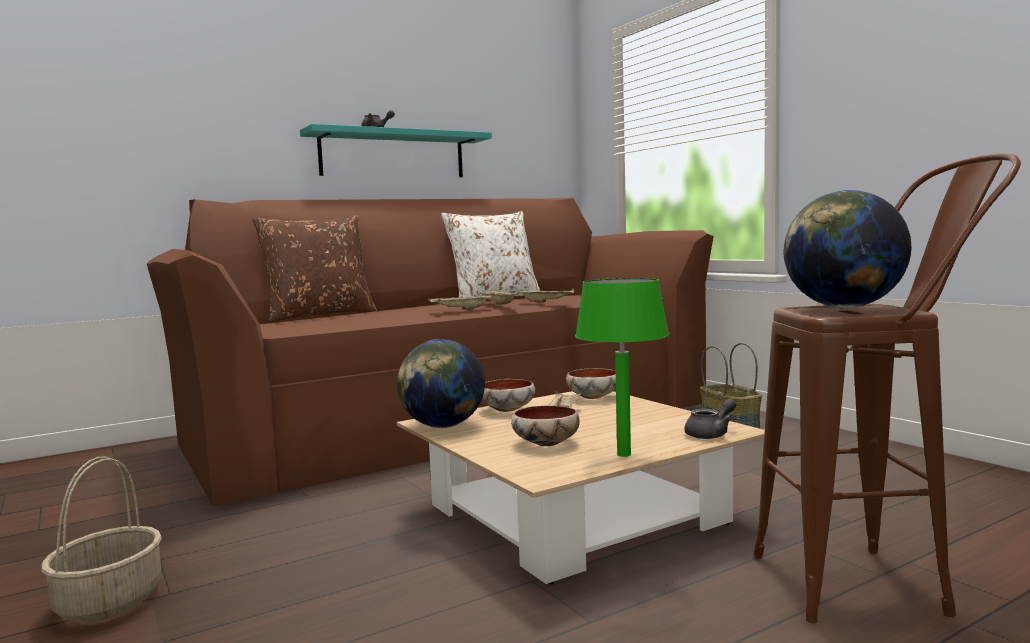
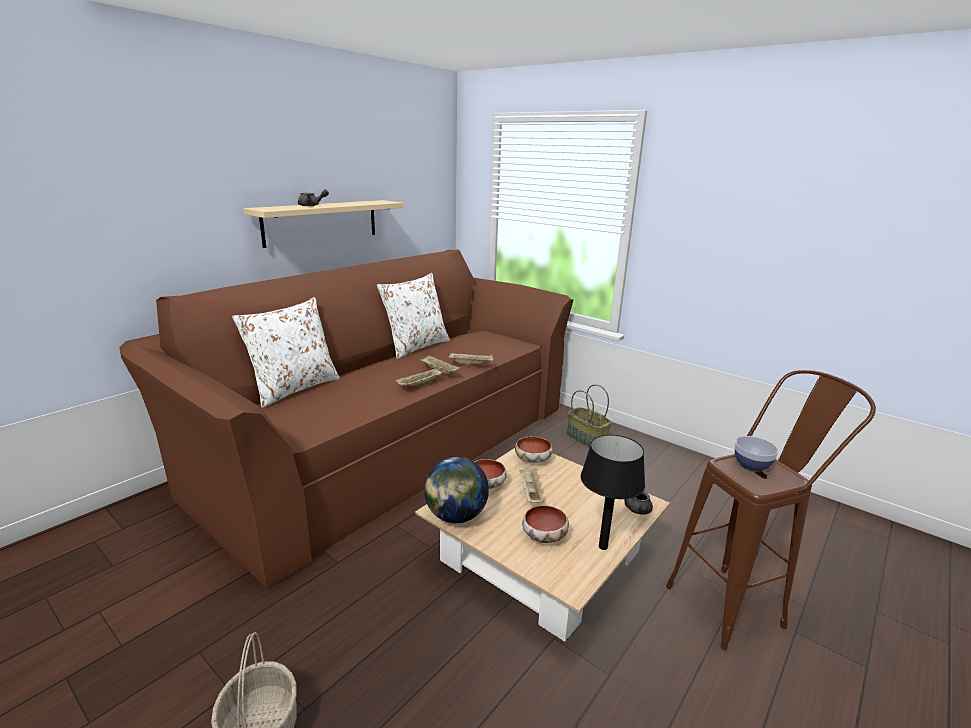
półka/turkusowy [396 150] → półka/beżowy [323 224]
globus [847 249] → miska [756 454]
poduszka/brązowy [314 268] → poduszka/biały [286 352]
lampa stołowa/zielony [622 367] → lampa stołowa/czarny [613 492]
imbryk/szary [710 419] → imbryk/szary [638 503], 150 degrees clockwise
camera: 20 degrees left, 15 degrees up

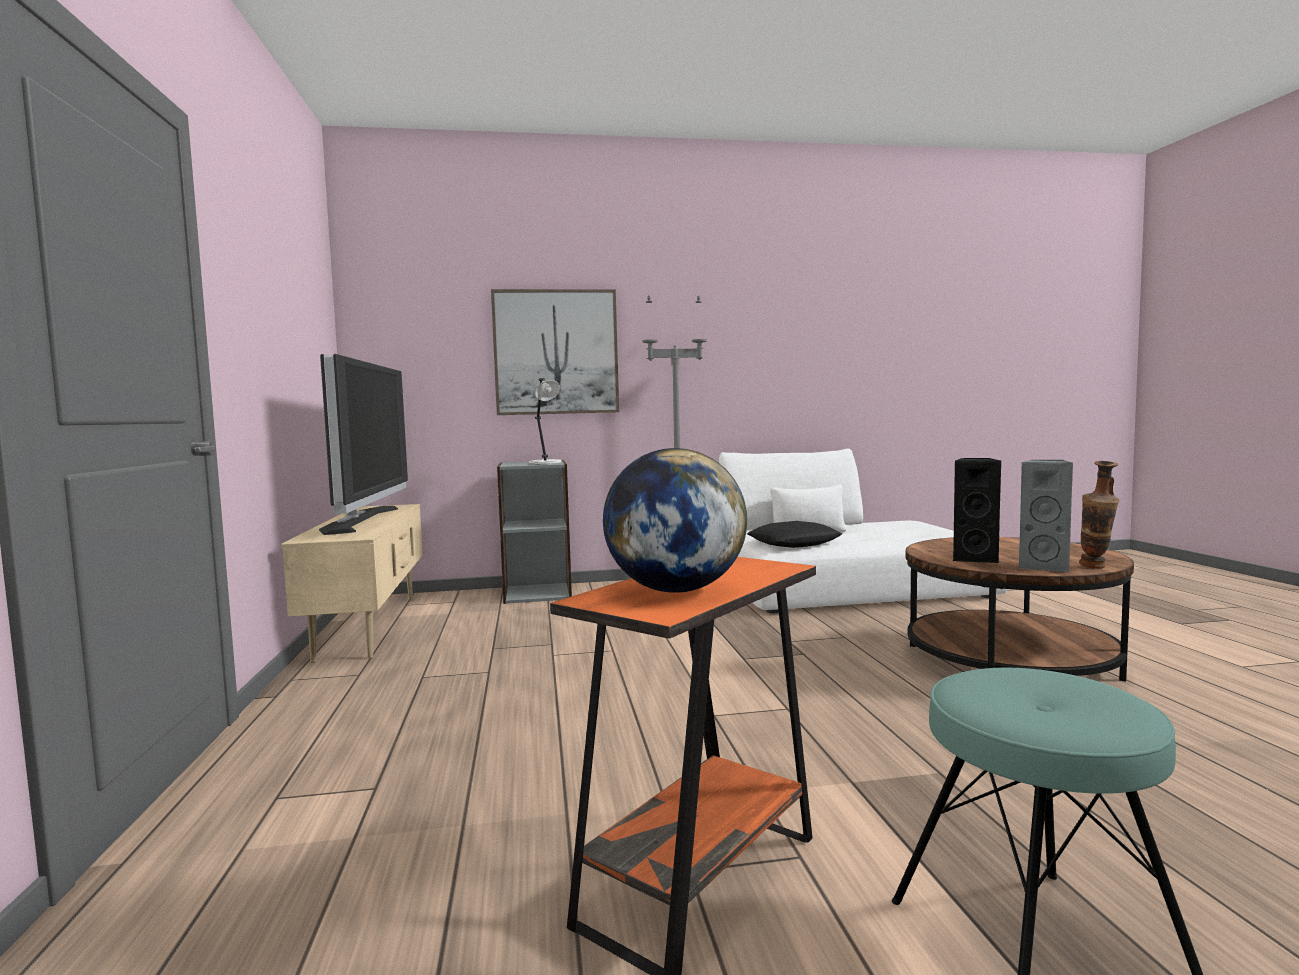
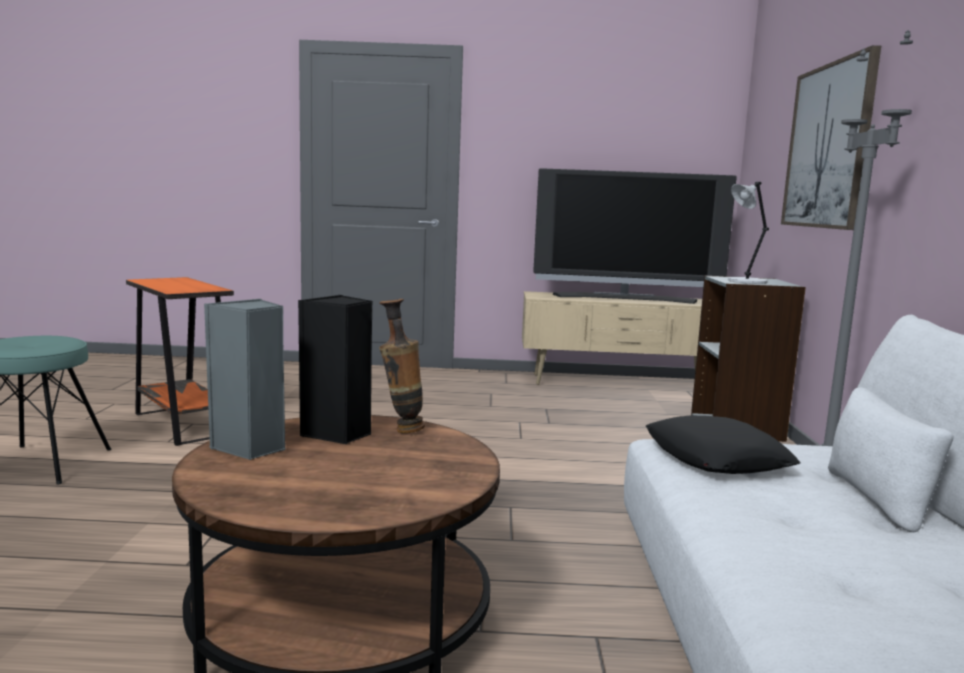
globus [675 520] → -
wazon [1099 515] → wazon [402 366], moved
camera: 100 degrees right, 5 degrees up

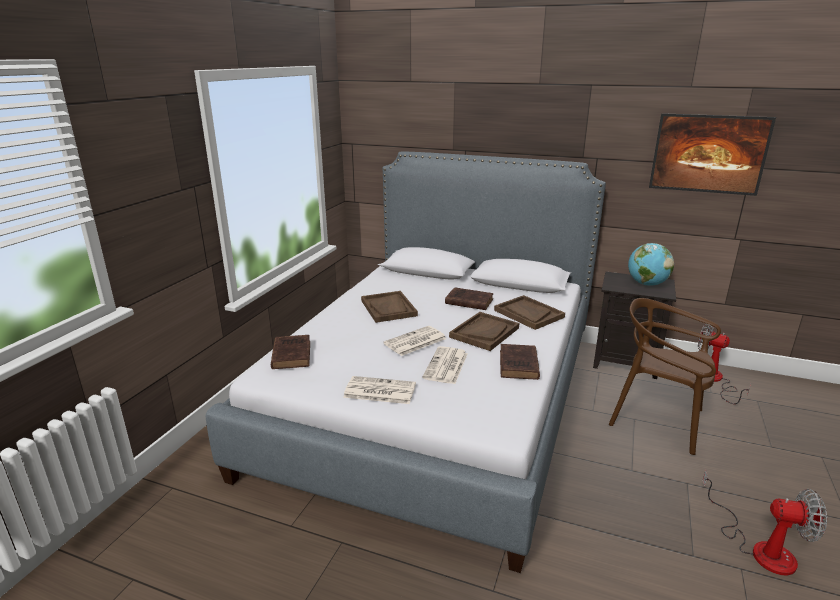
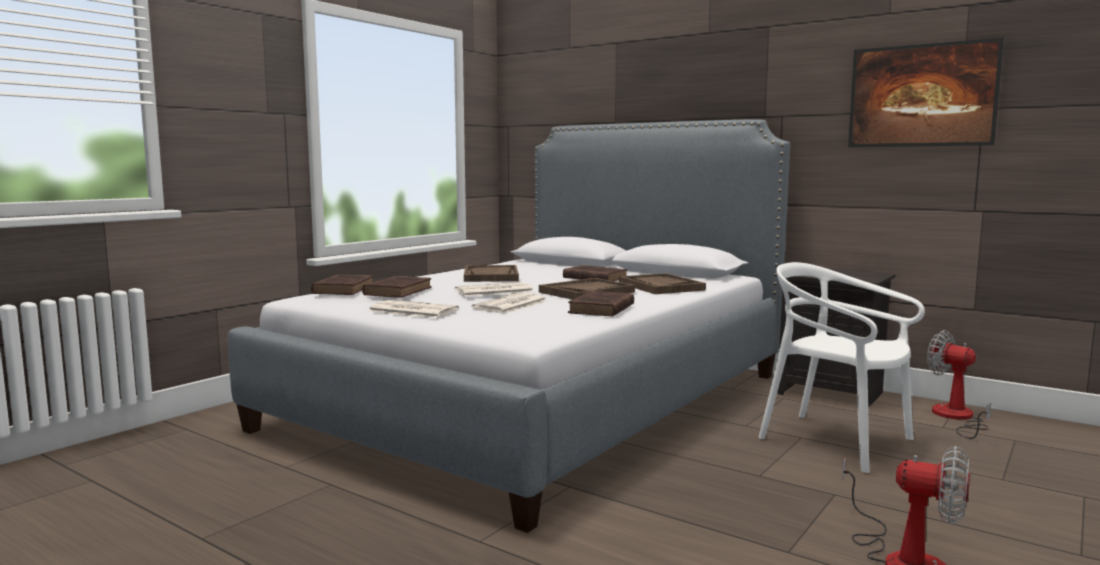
globus [651 264] → -
krzesło/brązowy [665 376] → krzesło/biały [842 367]
- → książka/brązowy [397 287]
camera: 15 degrees right, 15 degrees down

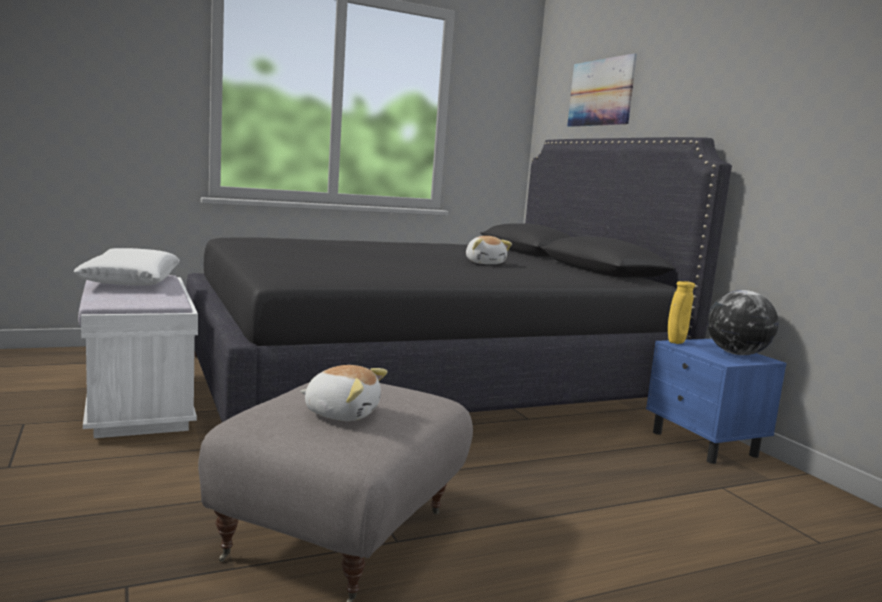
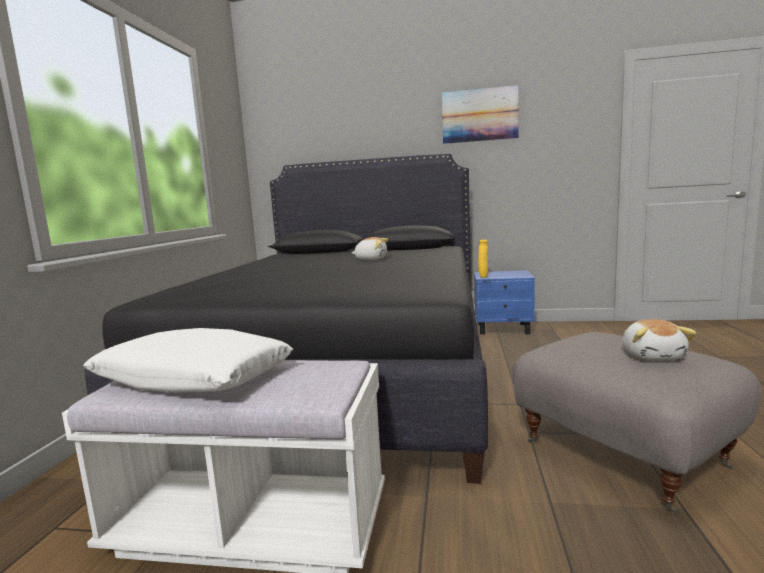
obraz [602 90] → obraz [480 114], moved
globus [743 322] → -
pluszak [344 393] → pluszak [659 340], 135 degrees clockwise
camera: 55 degrees left, 0 degrees up

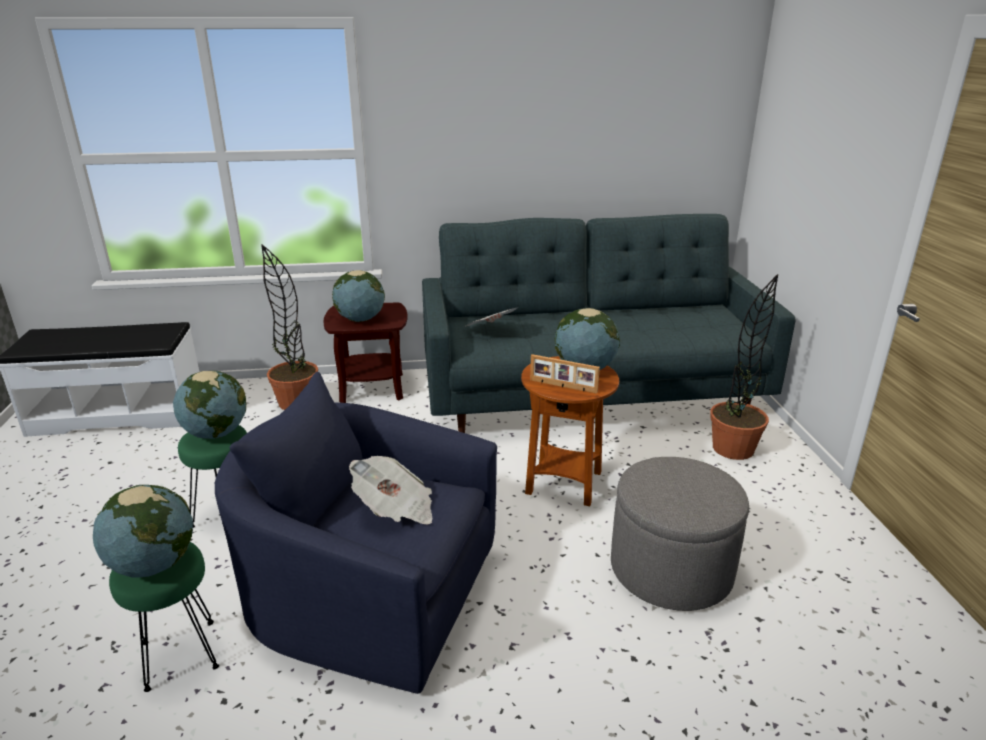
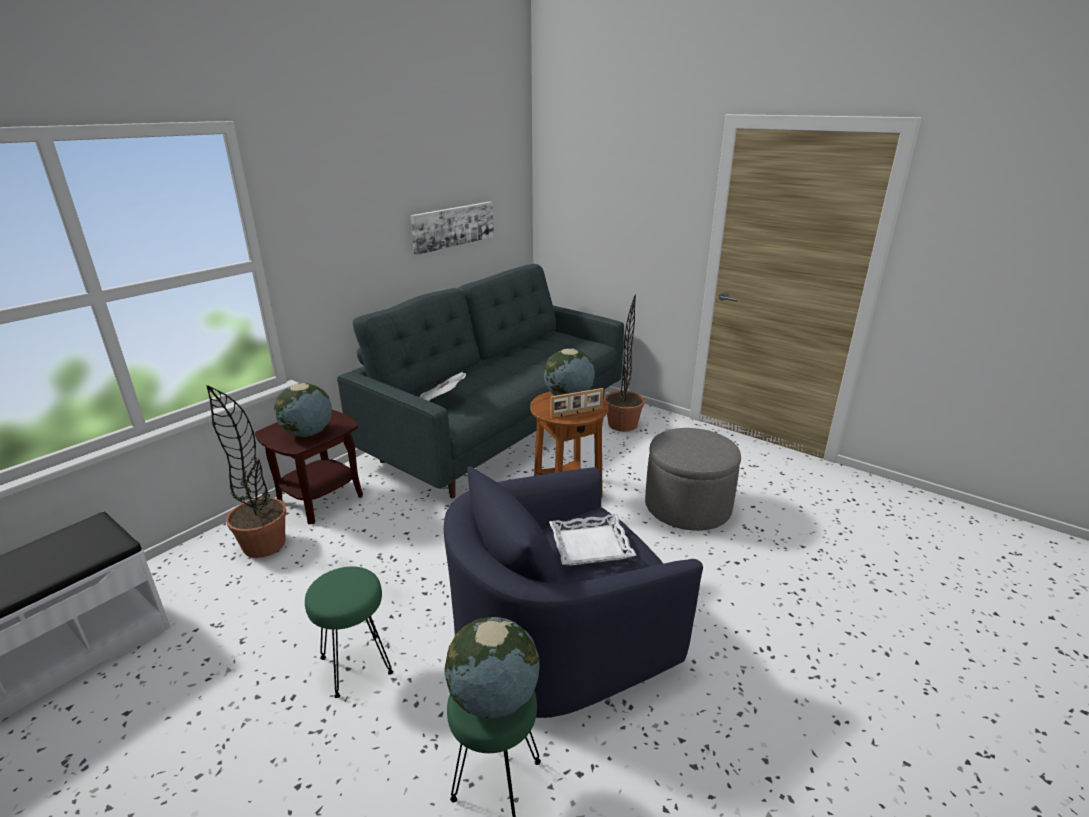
globus [210 405] → -
gazeta [390 490] → taca/biały [593 540]
- → obraz [452 228]
camera: 45 degrees left, 0 degrees up

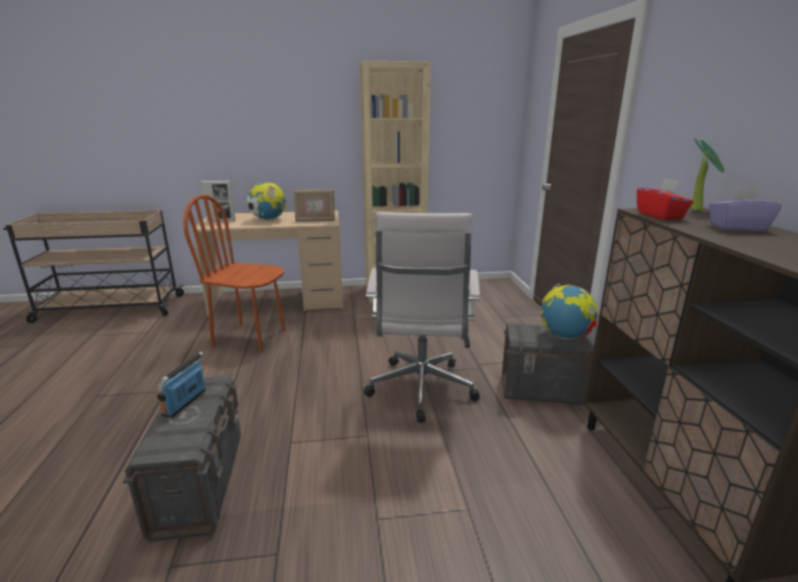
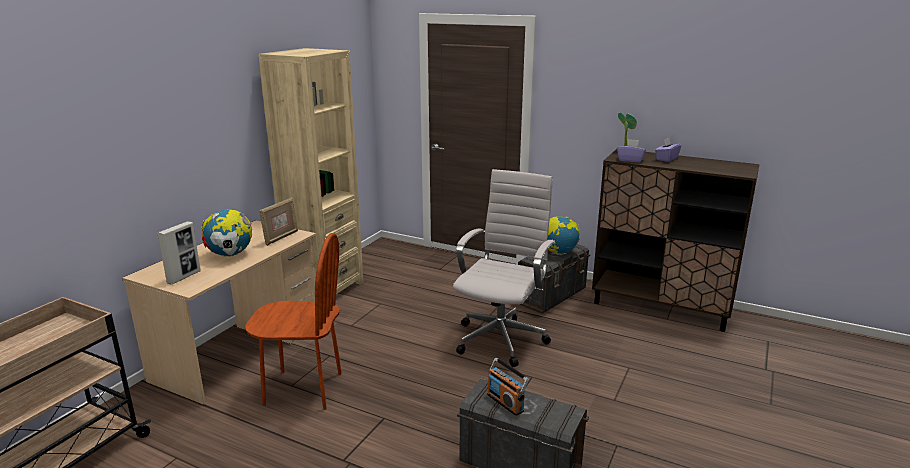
pudełko chusteczek/czerwony [665 199] → pudełko chusteczek/fioletowy [631 151]
krzesło/brązowy [234 273] → krzesło/brązowy [293 321], 135 degrees counterclockwise
krzesło biurowe/biały [422 317] → krzesło biurowe/biały [504 268], 105 degrees counterclockwise
camera: 55 degrees left, 0 degrees up

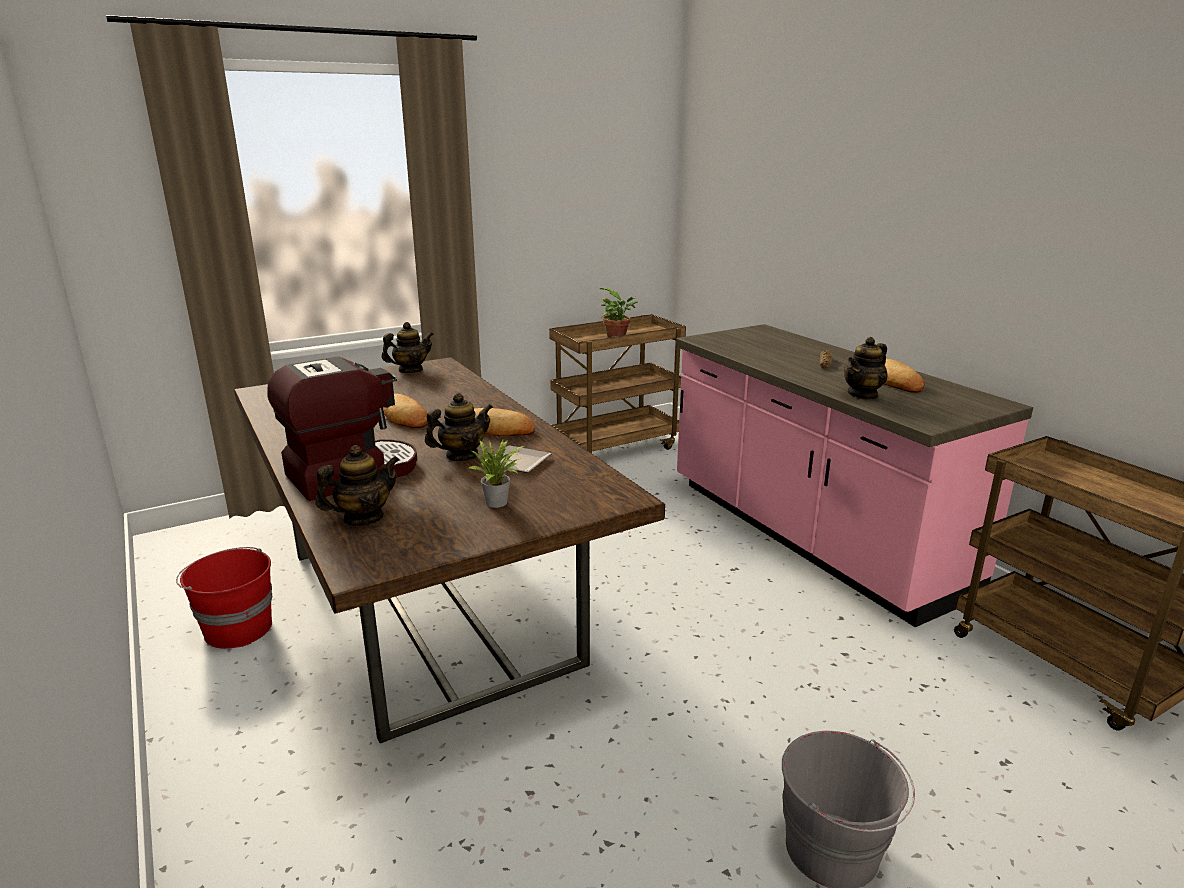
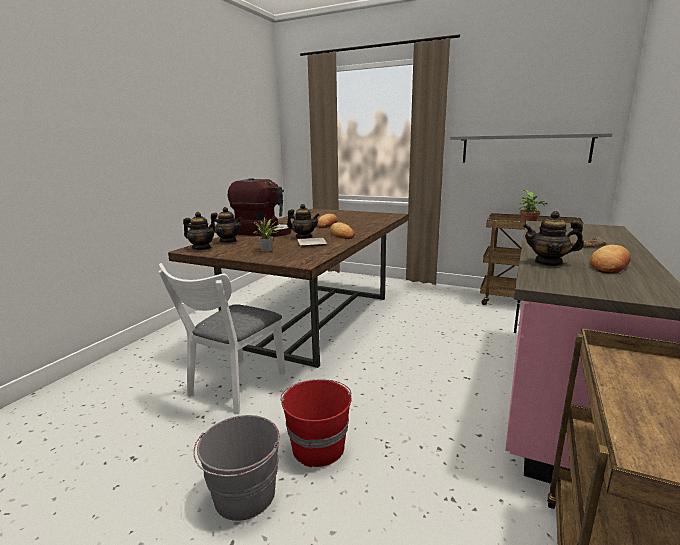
imbryk [408 347] → imbryk [199 231], moved
wiadro/czerwony [224 598] → wiadro/czerwony [316 423], moved
- → półka/szary [531 148]
- → krzesło/biały [222 338]
camera: 55 degrees right, 5 degrees down

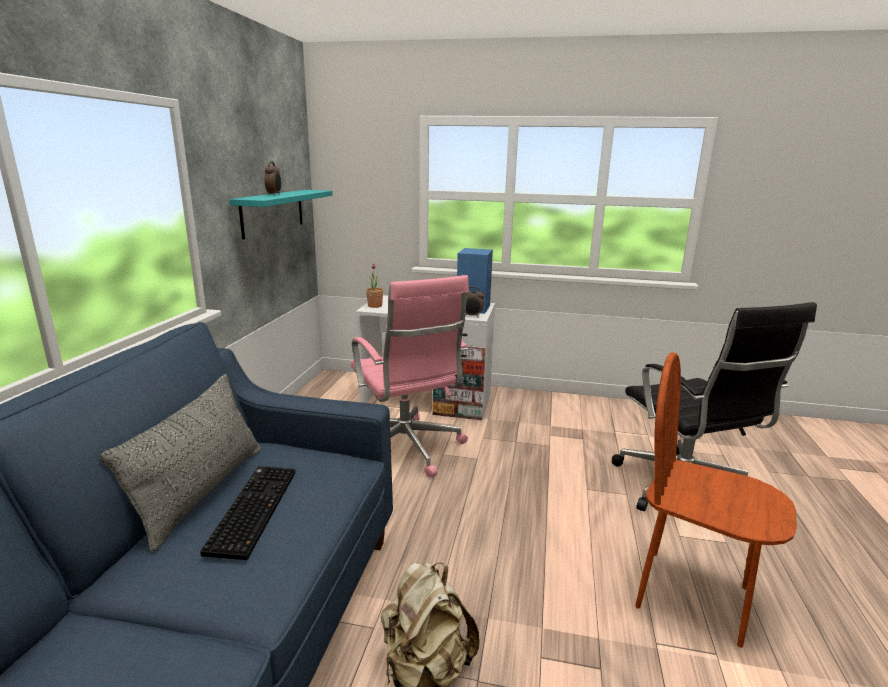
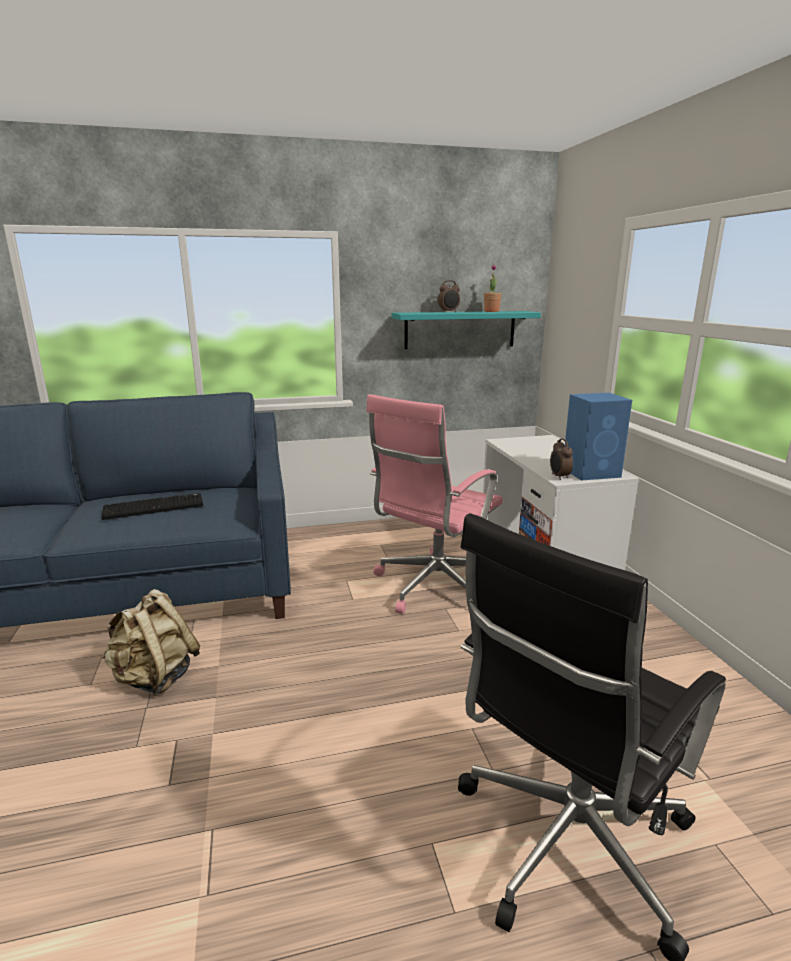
roślina doniczkowa [374 286] → roślina doniczkowa [493 288], moved
krzesło/brązowy [716 500] → -
poduszka/szary [180 463] → -
camera: 65 degrees right, 0 degrees up

